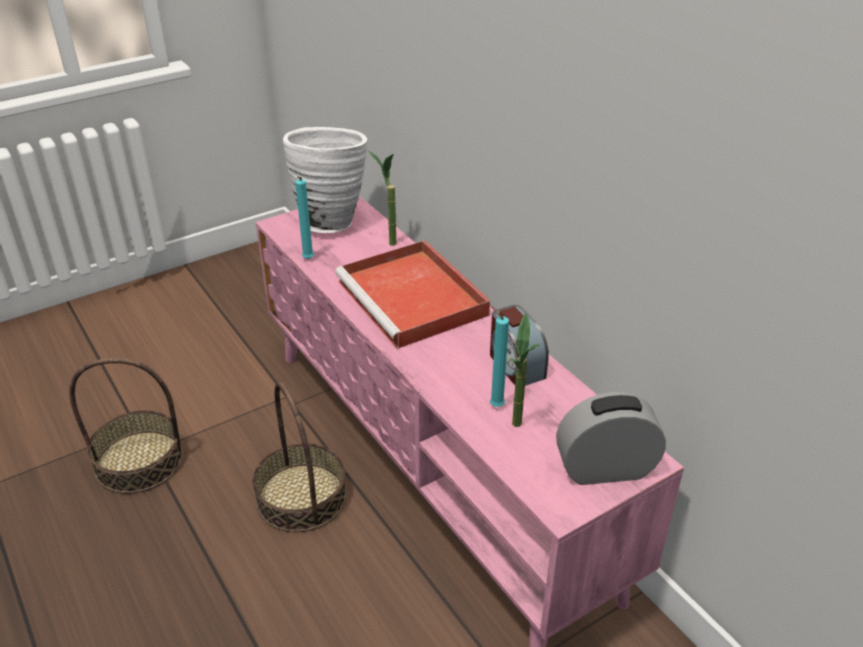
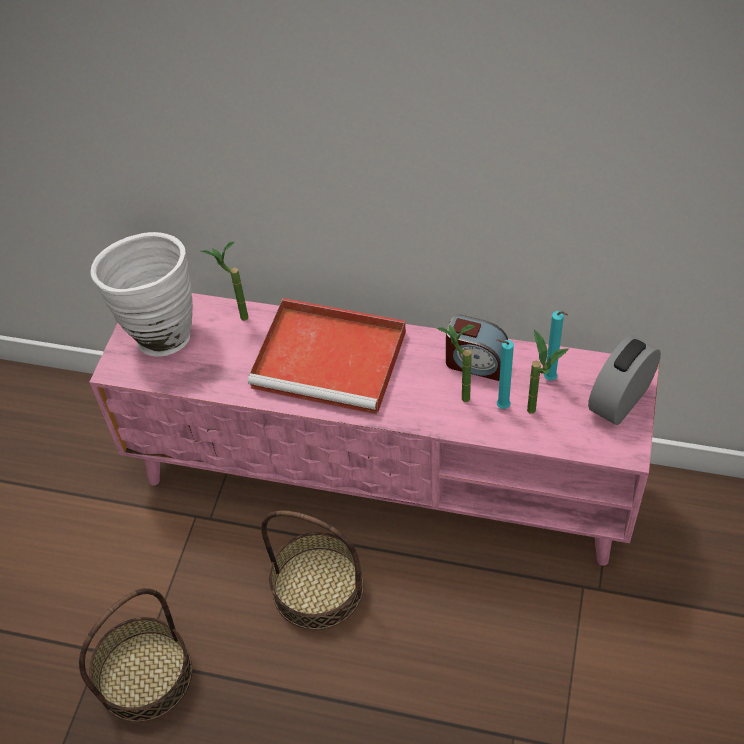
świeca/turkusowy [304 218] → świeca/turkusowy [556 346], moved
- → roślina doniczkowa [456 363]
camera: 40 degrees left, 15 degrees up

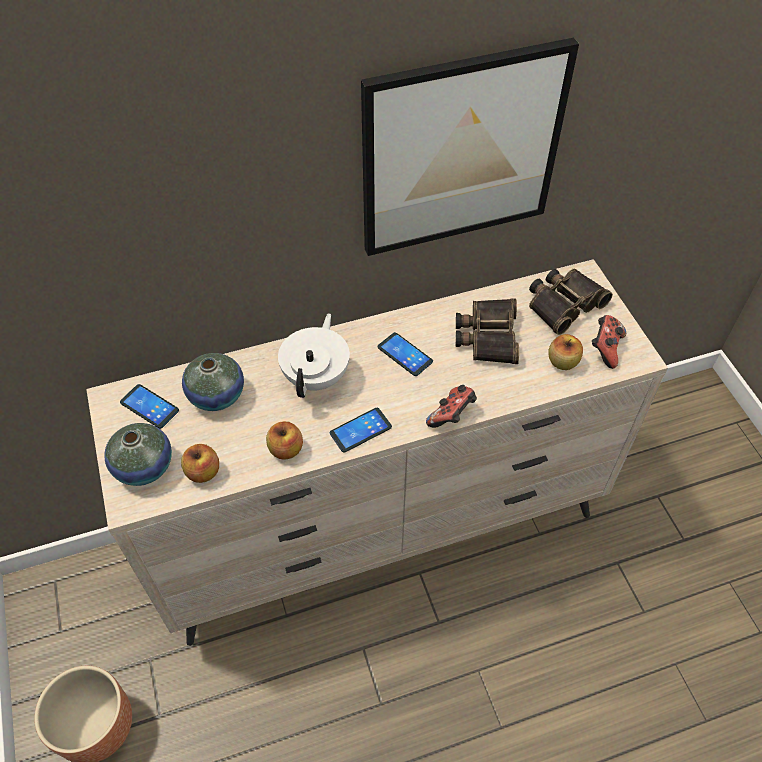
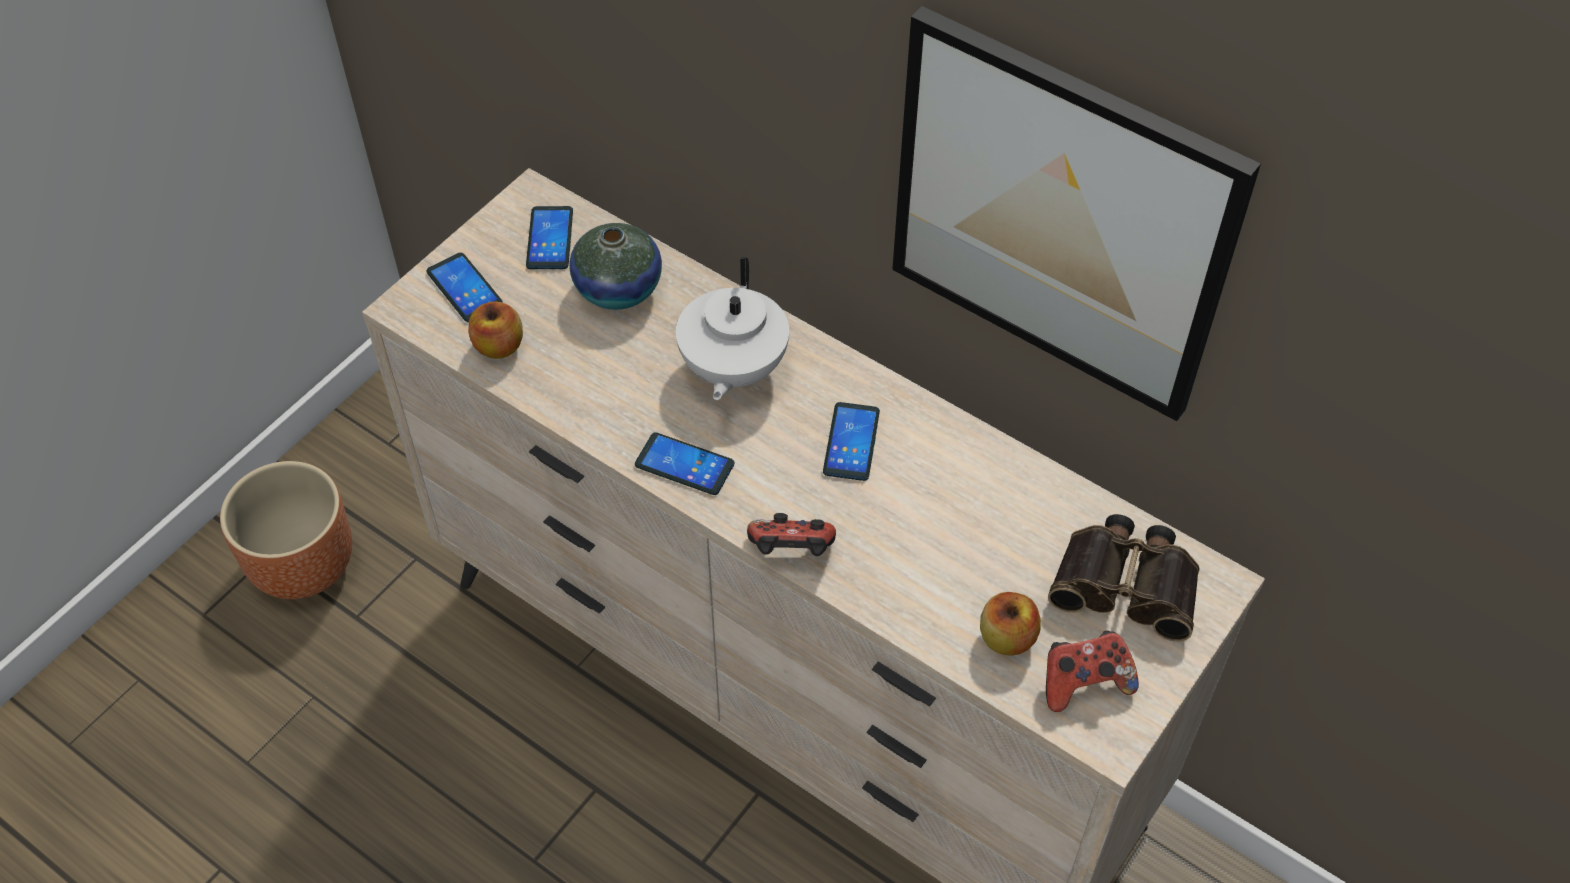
lornetka [487 331] → -
imbryk/biały [314 355] → imbryk/biały [732 328], 120 degrees clockwise
jabłko [284 440] → -
wazon [138 454] → telefon [464 287]
camera: 55 degrees right, 0 degrees up

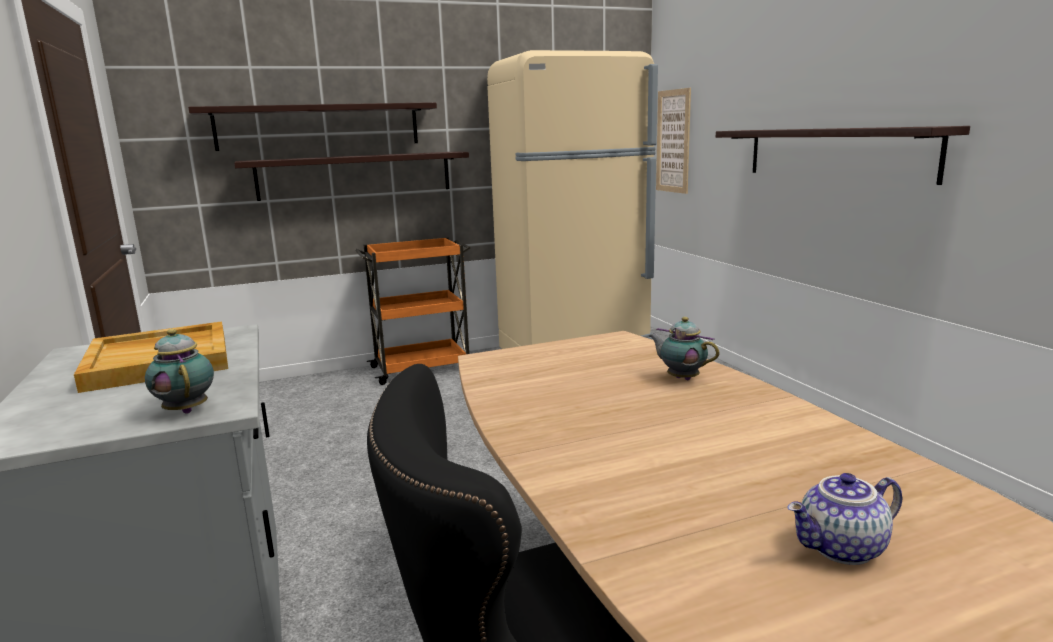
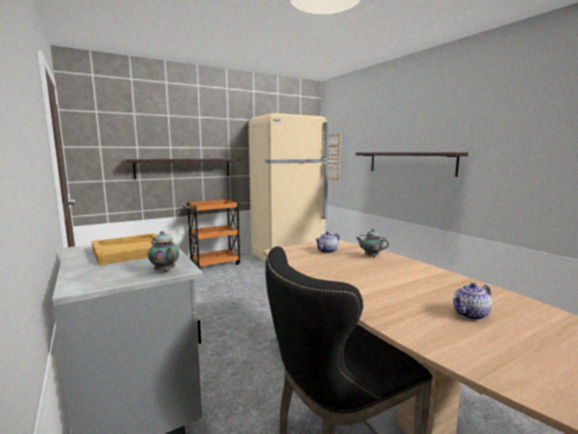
półka [312 126] → -
- → imbryk [327 242]
camera: 10 degrees left, 5 degrees down

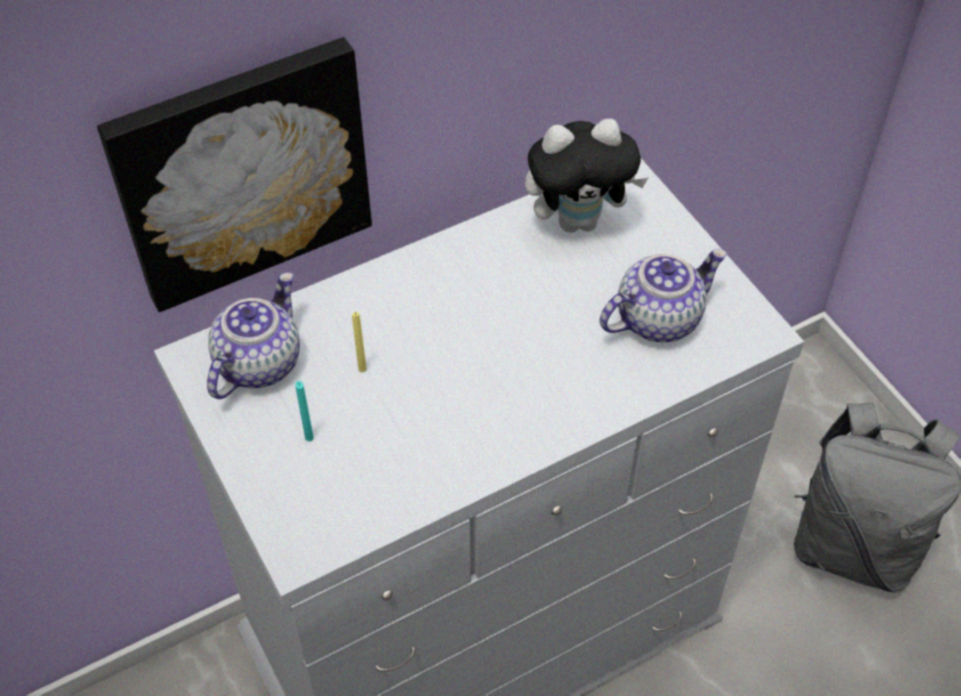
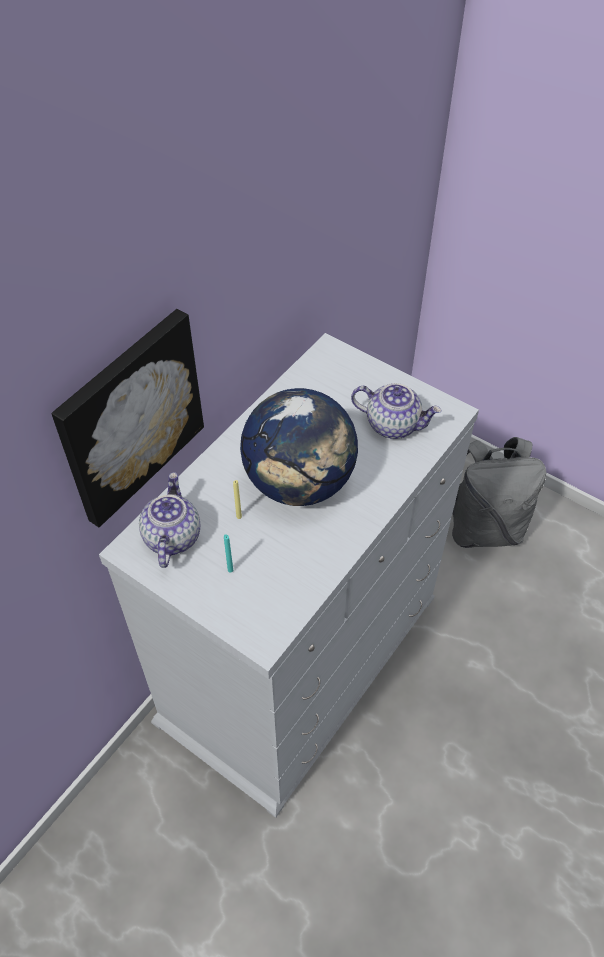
pluszak [586 176] → -
imbryk [663 295] → imbryk [396 411], 75 degrees clockwise
- → globus [299 447]
camera: 25 degrees left, 0 degrees up

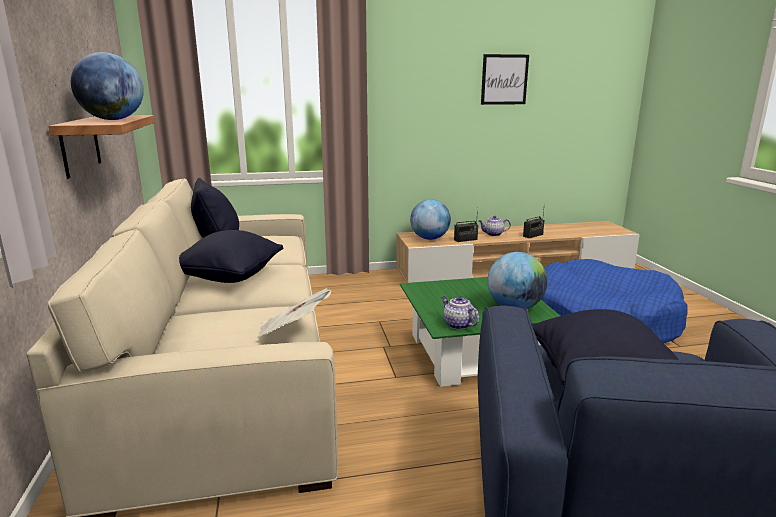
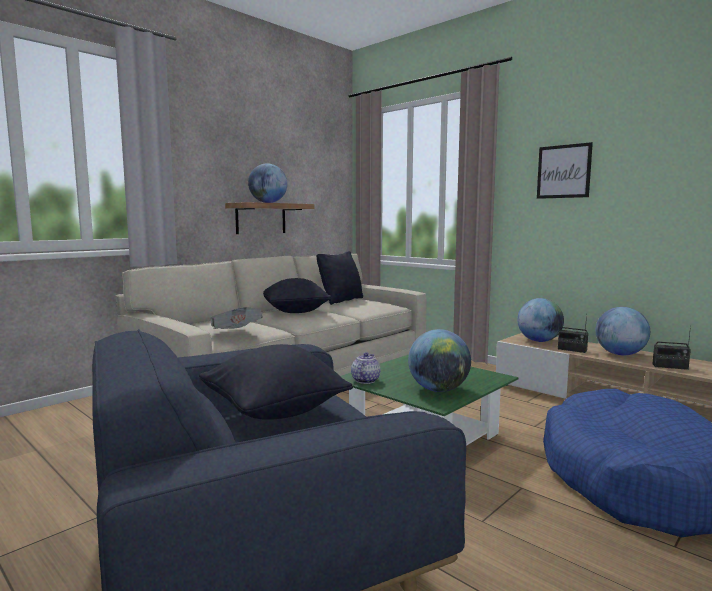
obraz [505 79] → obraz [565 170], moved
imbryk [495 226] → globus [622 331]
camera: 55 degrees right, 10 degrees down

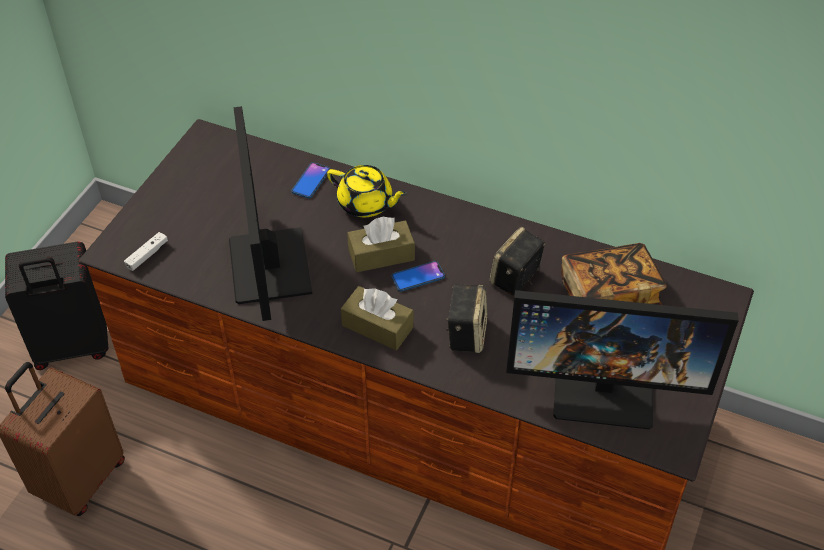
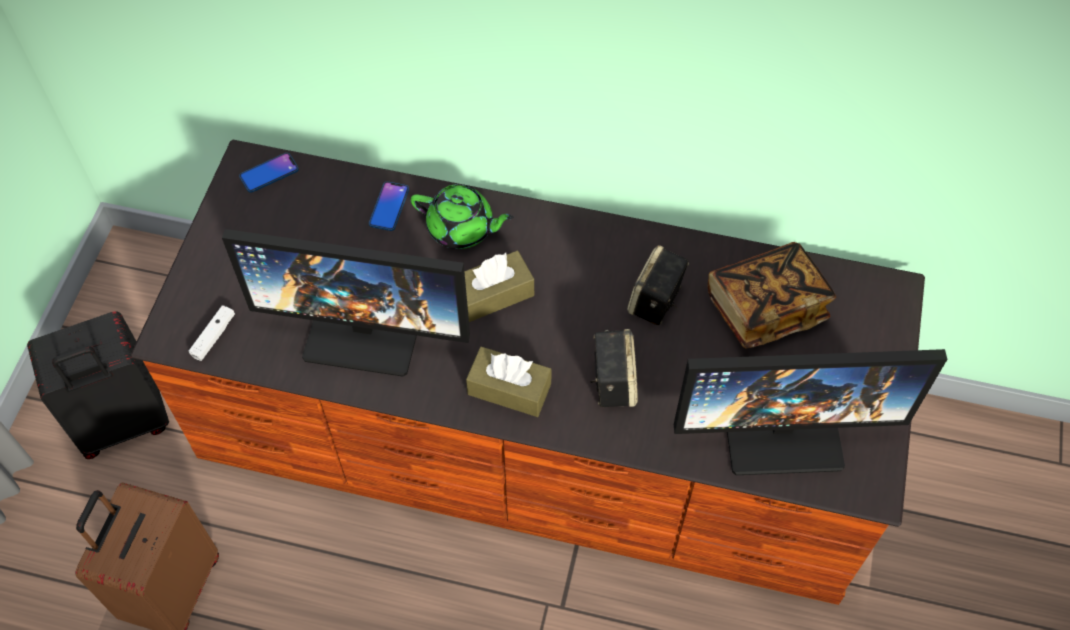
monitor [270 213] → monitor [346 303], 60 degrees counterclockwise
imbryk/żółty [367 191] → imbryk/zielony [462 216]
telefon [418 276] → telefon [269 173], moved
camera: 10 degrees left, 10 degrees up

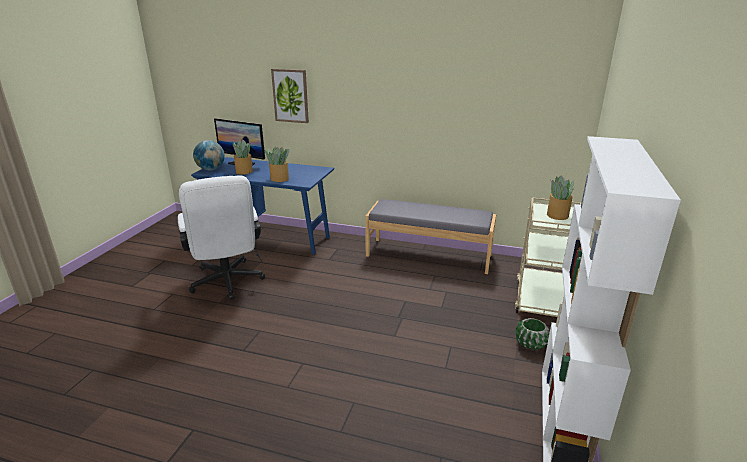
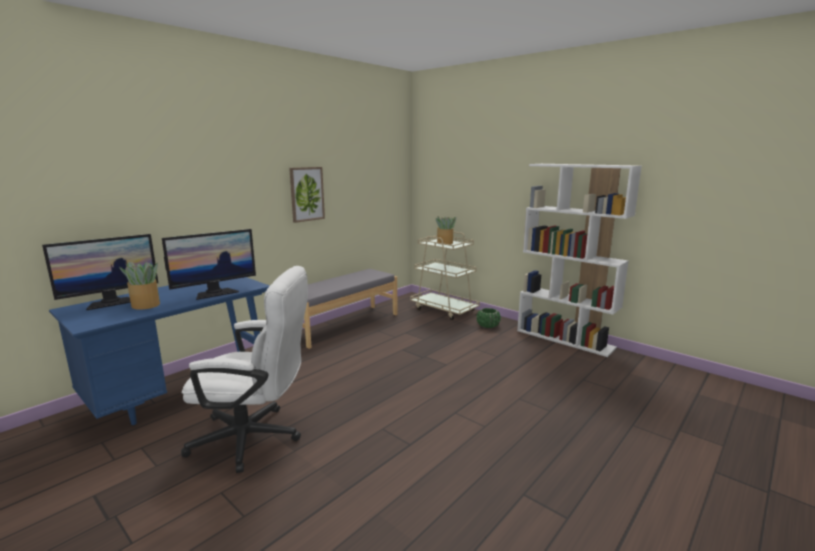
obraz [290 96] → obraz [307 195], moved
globus [209 155] → -
roślina doniczkowa [276 164] → monitor [209 264]
camera: 65 degrees left, 10 degrees down

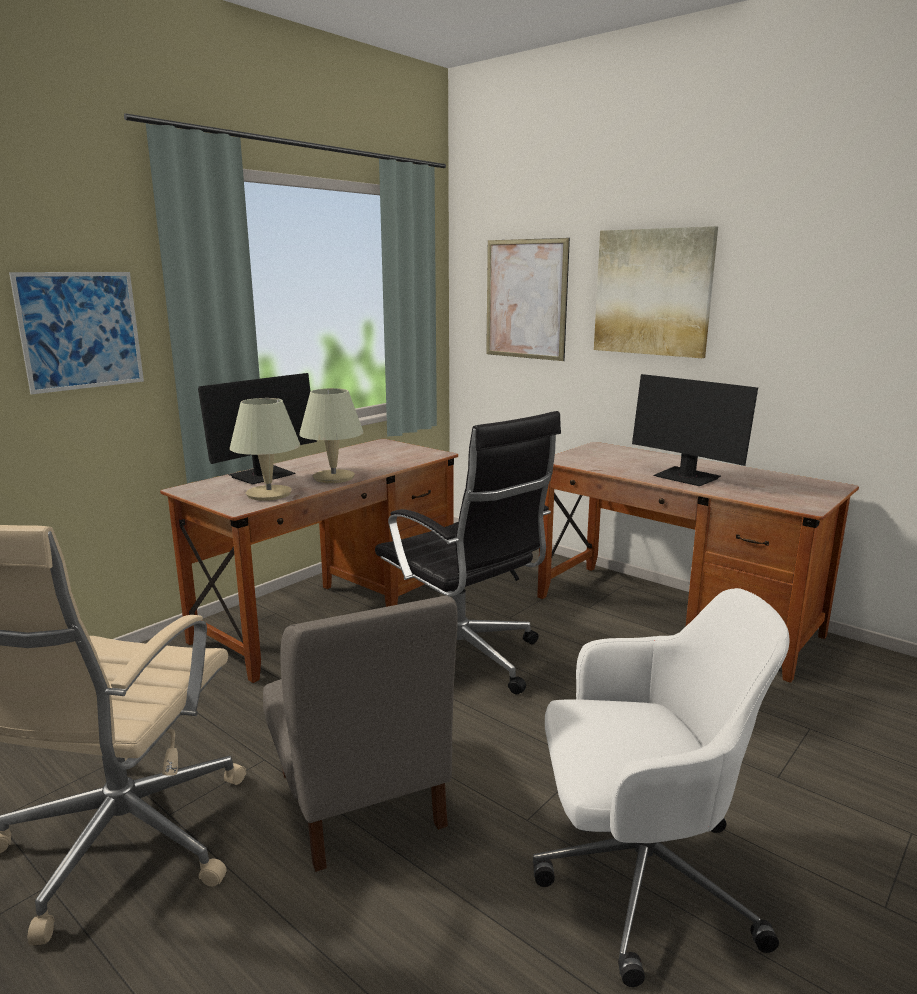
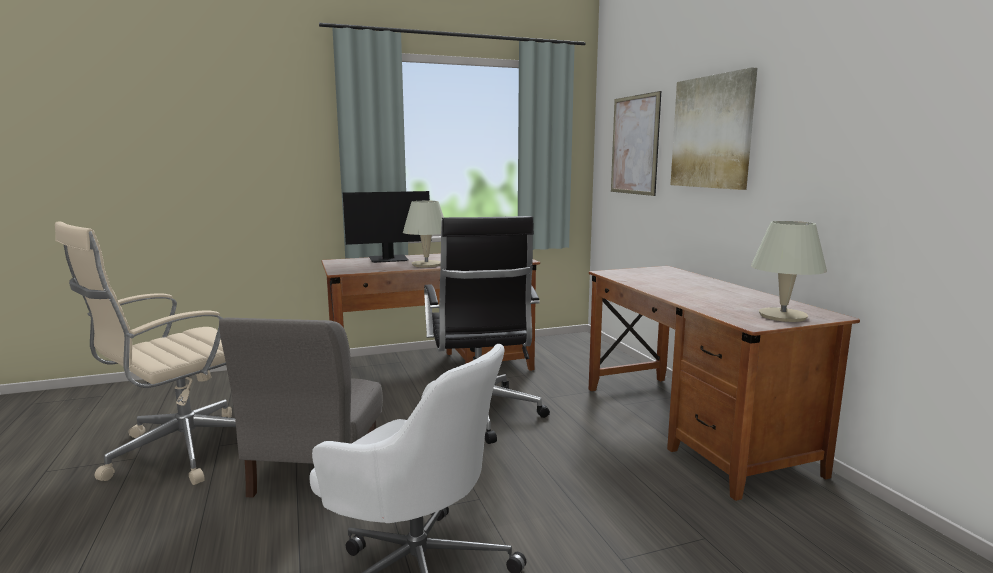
obraz [76 333] → -
monitor [695 430] → -
lampa stołowa/beżowy [265 449] → lampa stołowa/beżowy [789 271], moved
camera: 30 degrees right, 5 degrees down

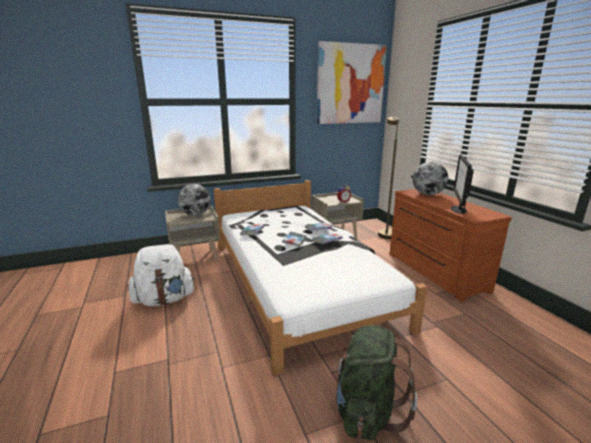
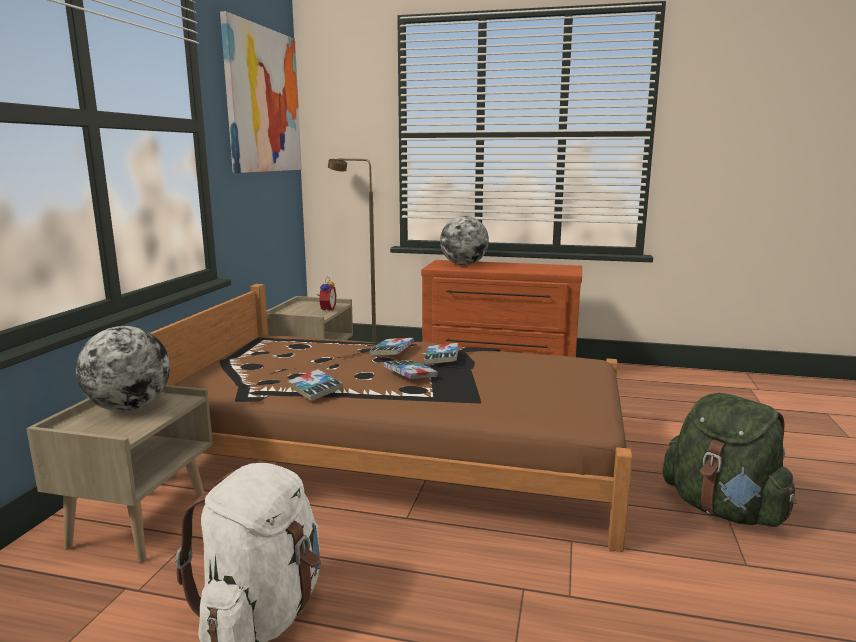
monitor [462 184] → -
łóżko/biały [320 278] → łóżko/brązowy [392 418]
camera: 55 degrees left, 5 degrees down

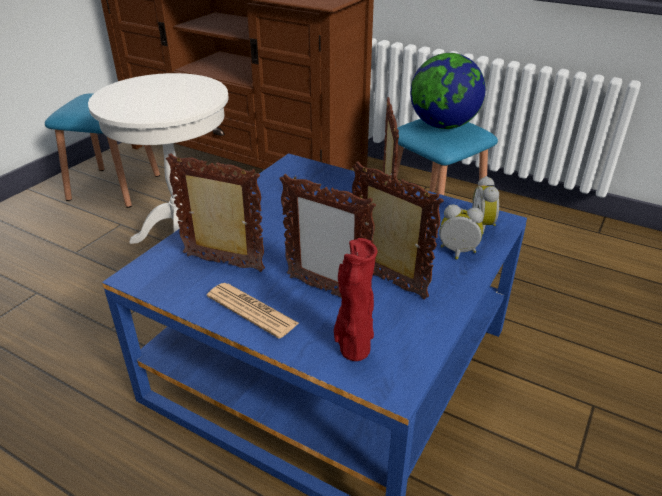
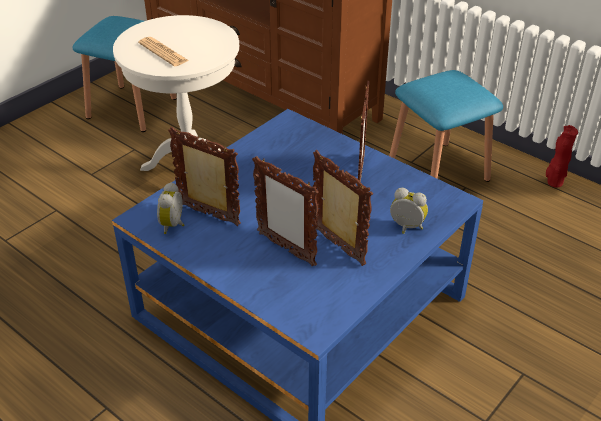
globus [448 91] → -
budzik [485 205] → budzik [170 208], moved
wazon/czerwony [355 299] → wazon/czerwony [562 156], moved
gazeta [253 311] → gazeta [163 51], moved
camera: 10 degrees right, 5 degrees up

